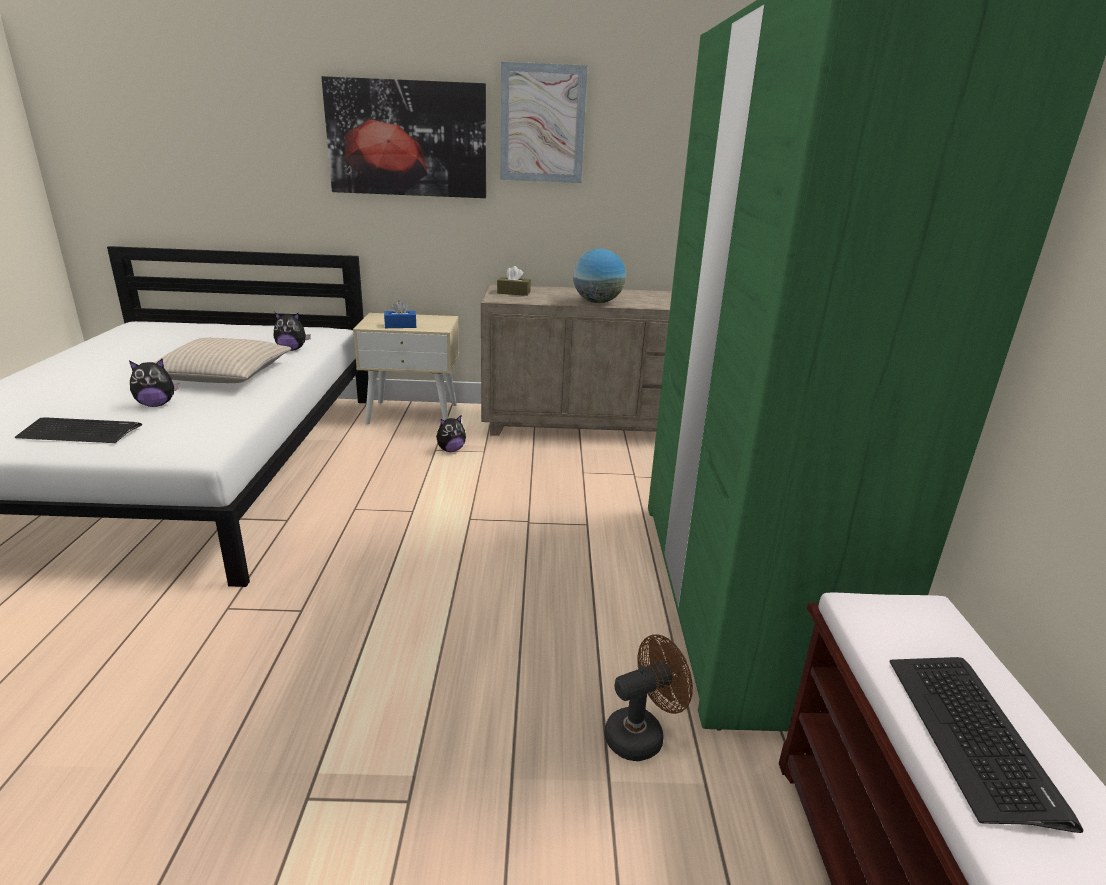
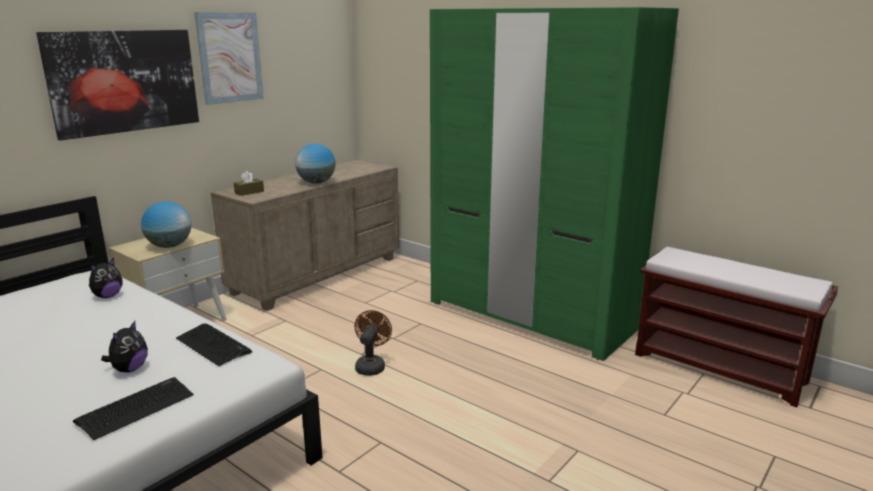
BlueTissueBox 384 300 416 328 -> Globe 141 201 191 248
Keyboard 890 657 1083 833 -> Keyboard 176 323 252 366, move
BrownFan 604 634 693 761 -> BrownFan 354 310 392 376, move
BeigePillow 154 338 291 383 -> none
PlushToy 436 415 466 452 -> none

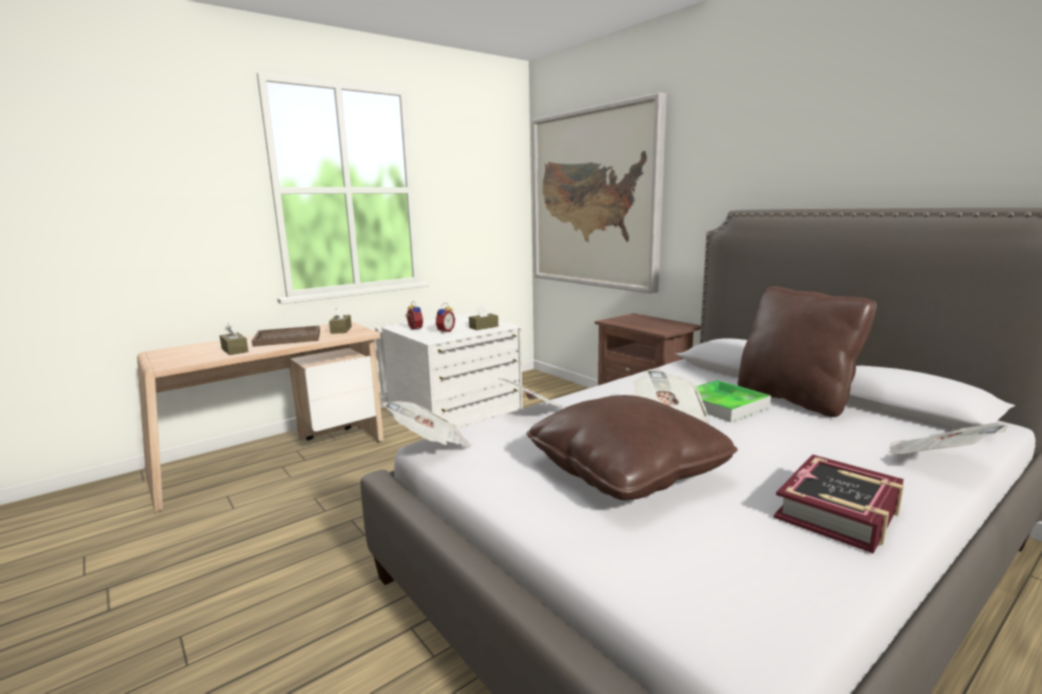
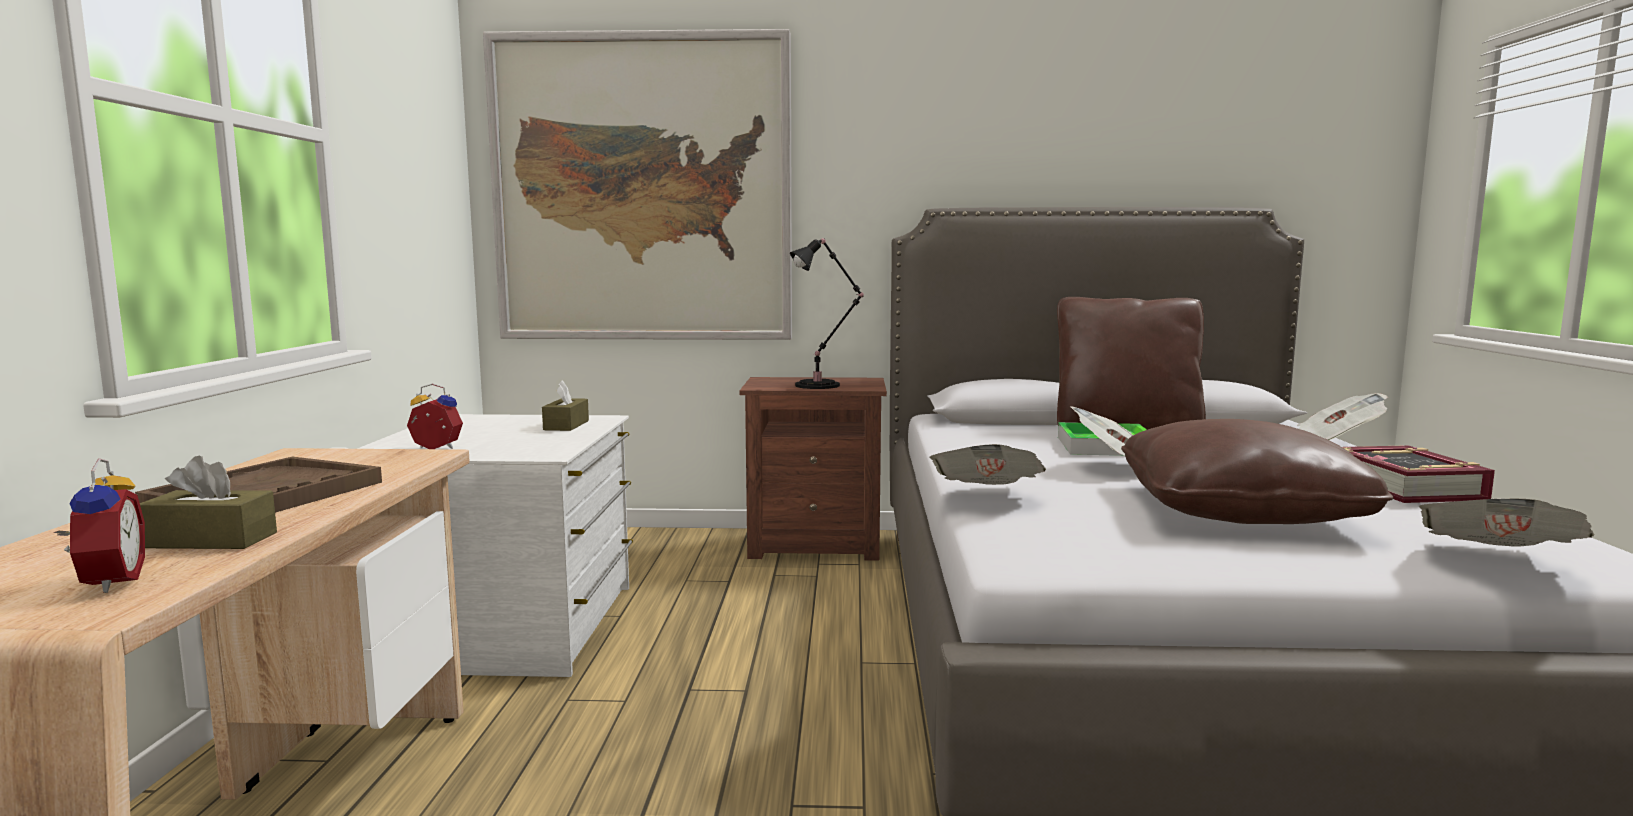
AlarmClock 436 303 455 333 -> AlarmClock 54 459 145 593, move
none -> BlackTableLamp 790 238 864 389
Newspaper 383 401 472 446 -> Newspaper 1419 499 1595 546, move
BrownTissueBox 329 306 352 334 -> none

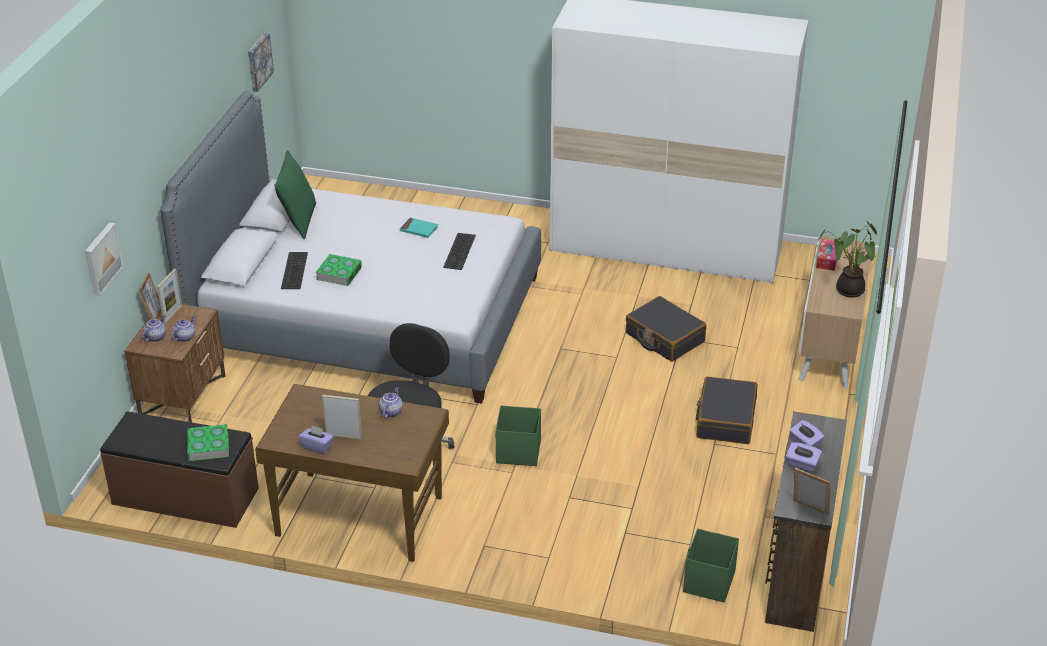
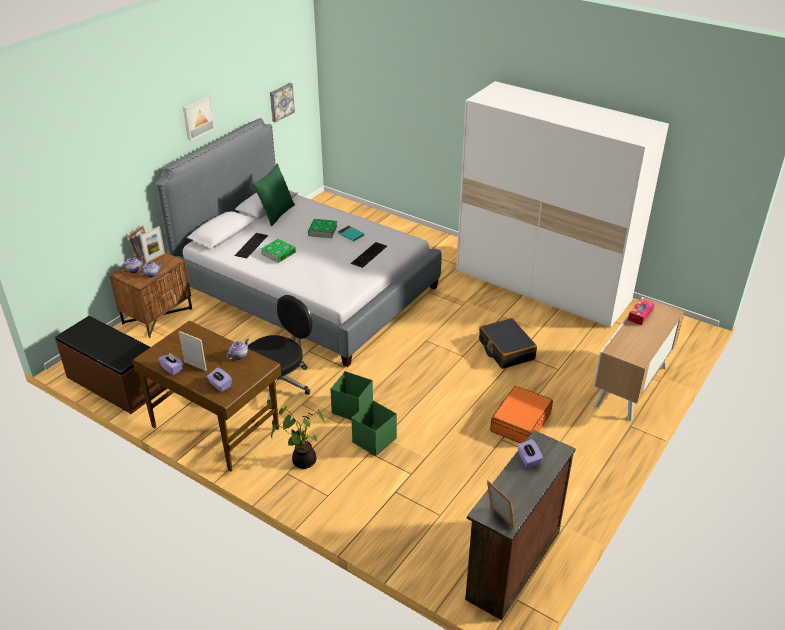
Picture 85 222 123 296 -> Picture 183 96 215 141, move
PurpleTissueBox 786 442 822 472 -> PurpleTissueBox 207 368 232 392, move
PottedPlant 818 221 877 298 -> PottedPlant 271 406 325 469, move
Book 187 424 229 461 -> Book 308 219 337 238, move
GreenStorageBox 683 529 739 602 -> GreenStorageBox 351 400 397 456, move
BlackSuitcase 696 377 757 444 -> OrangeSuitcase 490 386 553 443

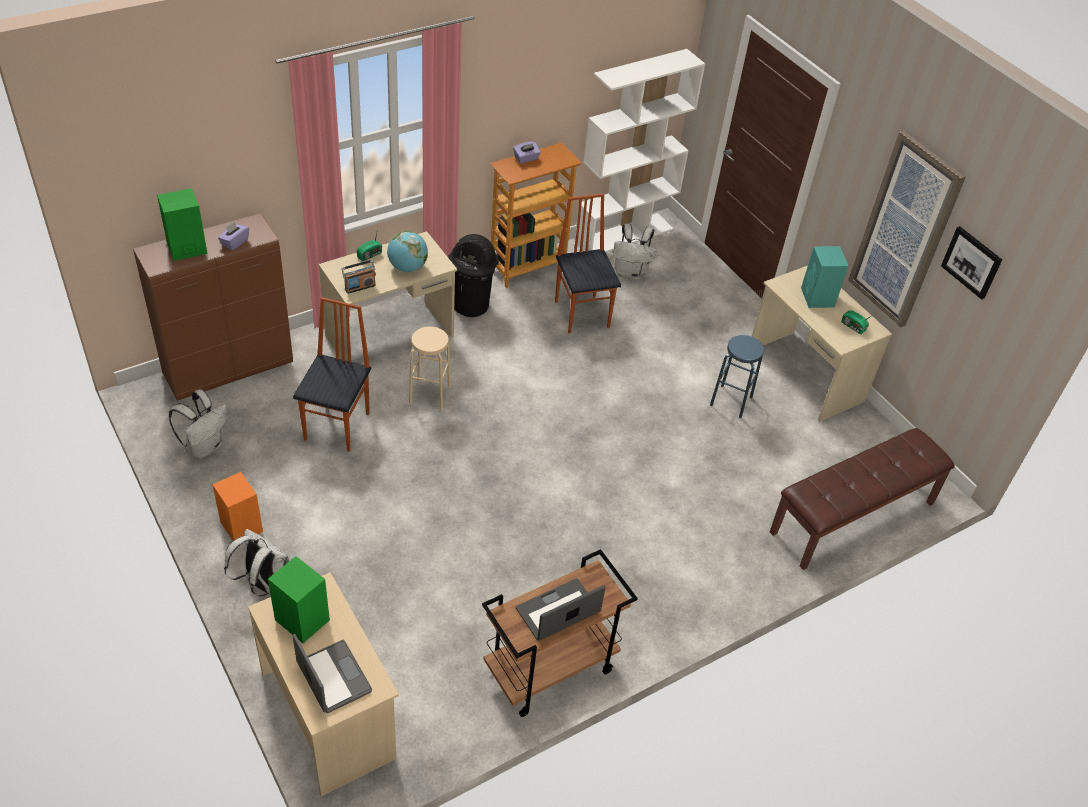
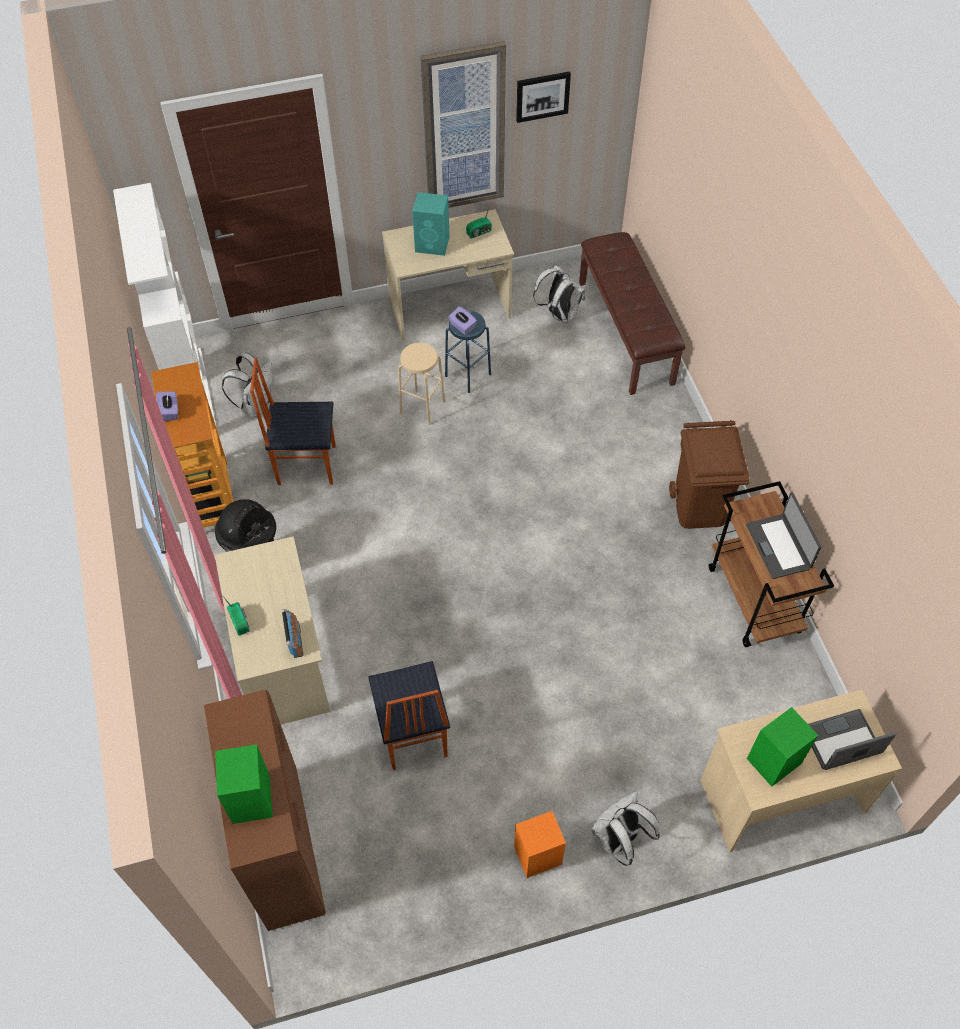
Chair 293 297 371 452 -> Chair 368 661 450 770, 135 degrees counterclockwise
BeigeStool 409 326 451 410 -> BeigeStool 398 343 445 425, move
PurpleTissueBox 218 222 249 251 -> PurpleTissueBox 448 306 477 335, move
WhiteBackpack 169 389 227 459 -> WhiteBackpack 533 265 585 323, move
none -> BrownTrashCan 669 420 750 529
Globe 387 231 428 272 -> none

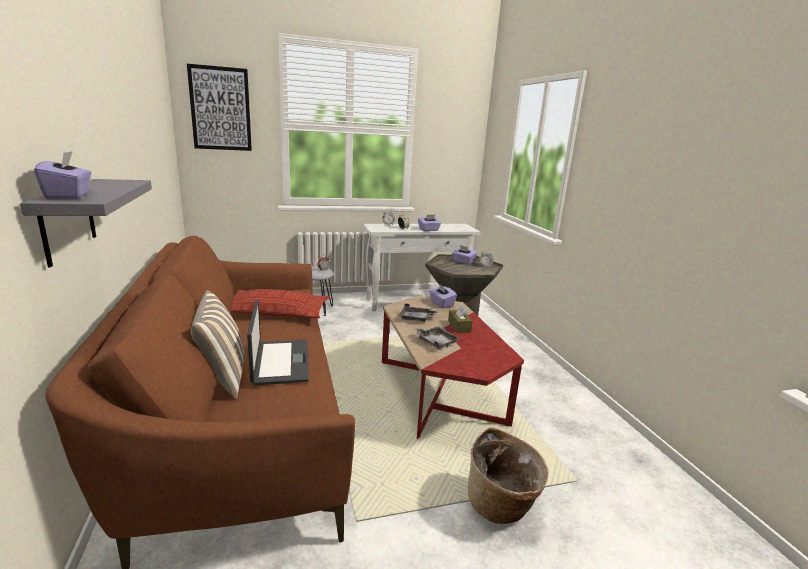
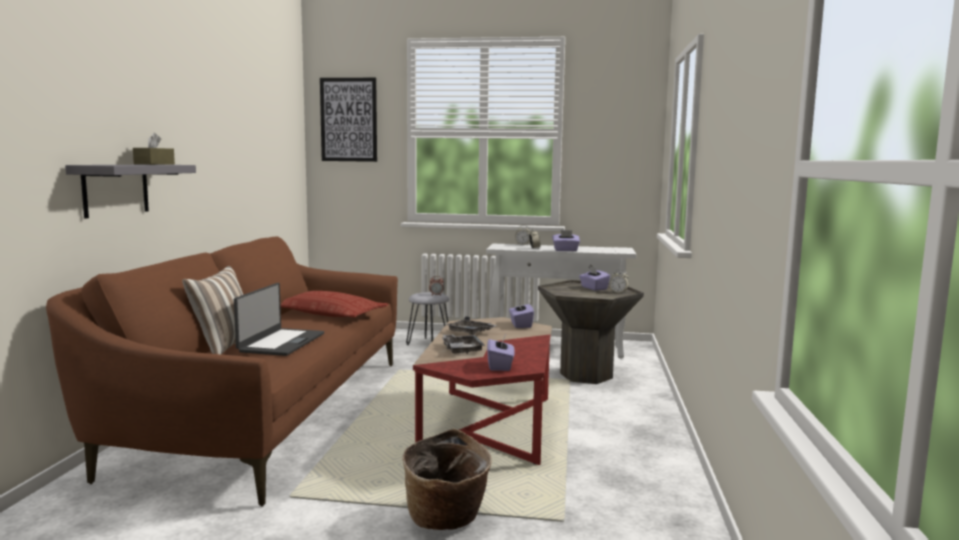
BrownTissueBox 448 304 472 333 -> BrownTissueBox 133 133 175 165, move
PurpleTissueBox 34 151 91 199 -> PurpleTissueBox 487 336 515 371, move

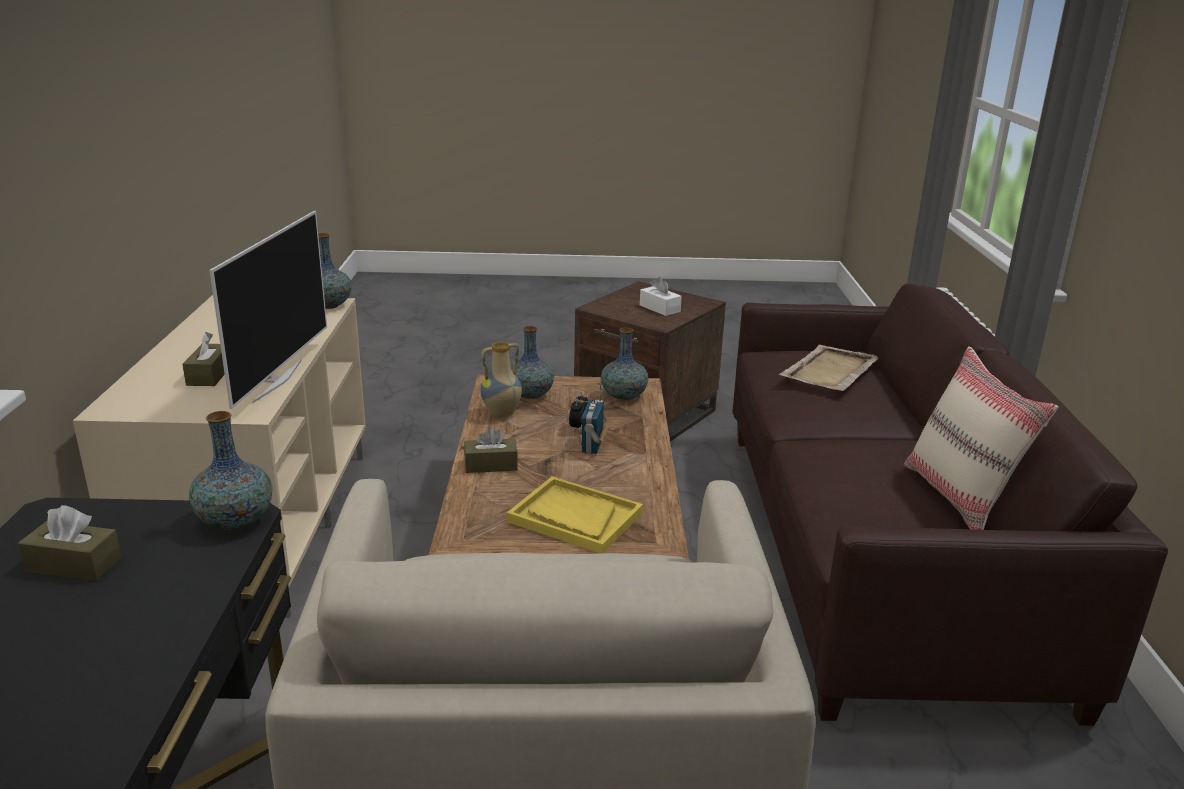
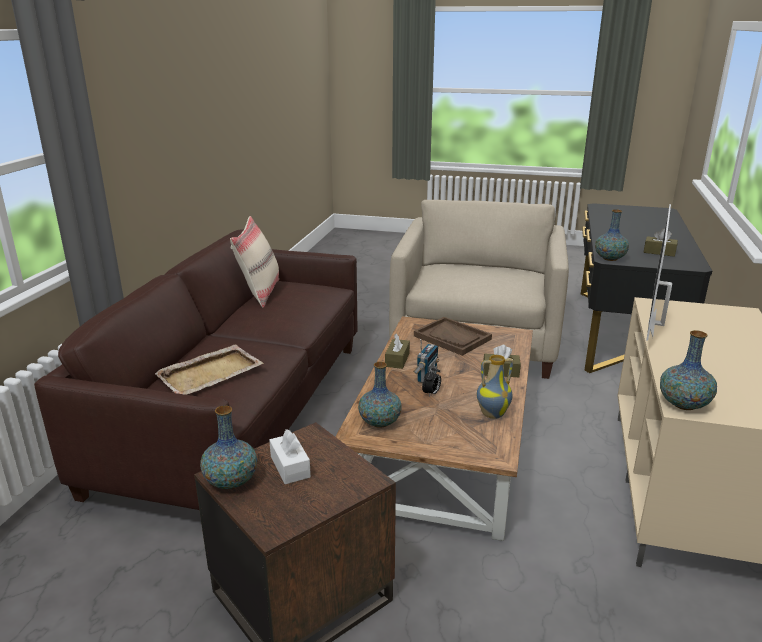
Vase 511 326 554 399 -> Vase 200 405 257 489, move
BrownTissueBox 182 332 225 386 -> BrownTissueBox 385 334 410 369, move
YellowTray 507 476 643 553 -> BrownTray 414 317 492 356

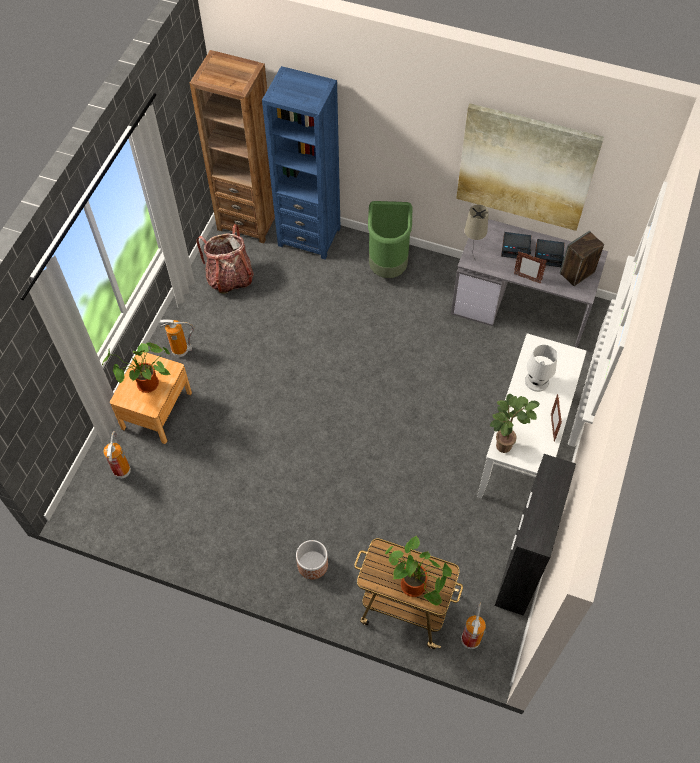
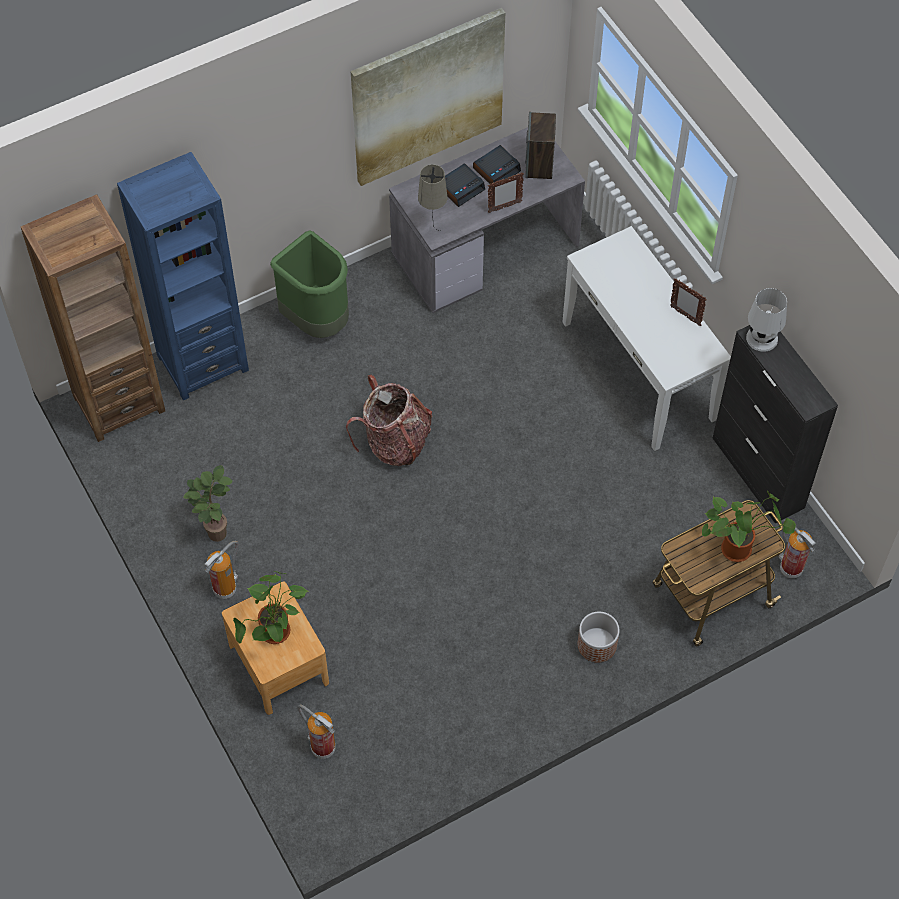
PottedPlant 490 394 540 453 -> PottedPlant 183 465 233 542, move
Backpack 196 224 254 294 -> Backpack 346 375 433 466, move
WhiteTableLamp 525 345 557 392 -> WhiteTableLamp 746 288 787 352, move

